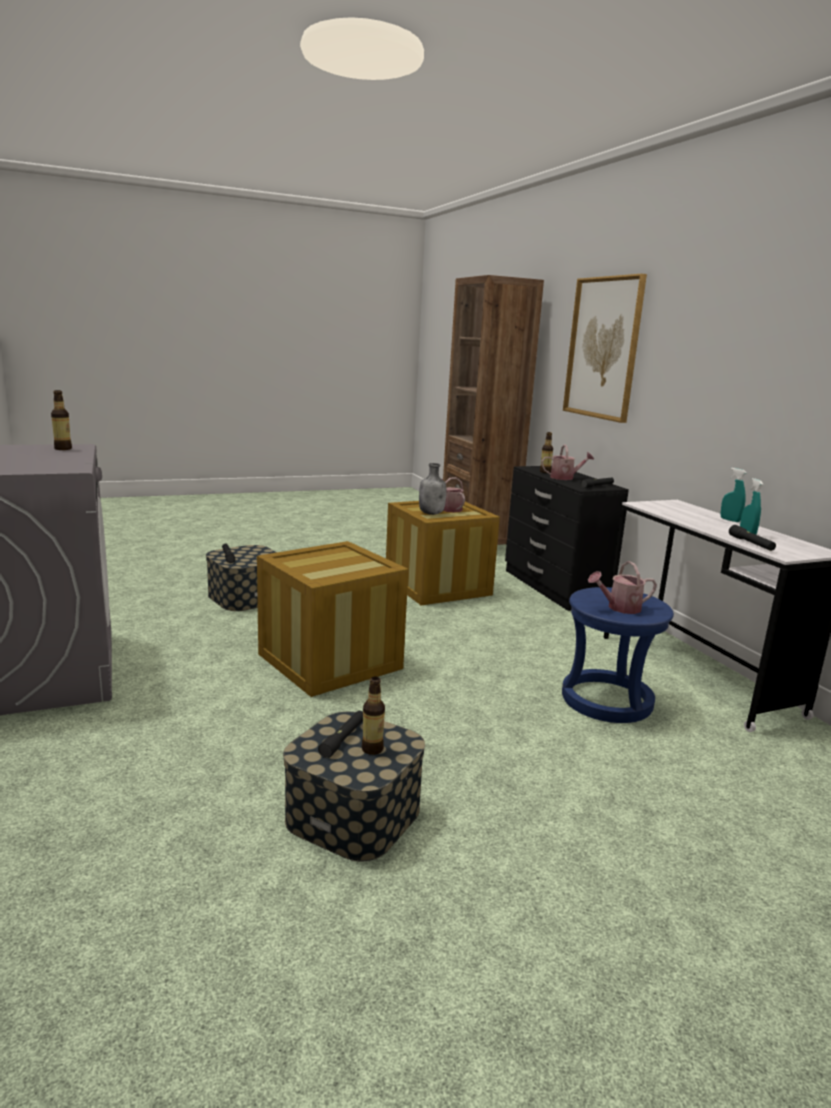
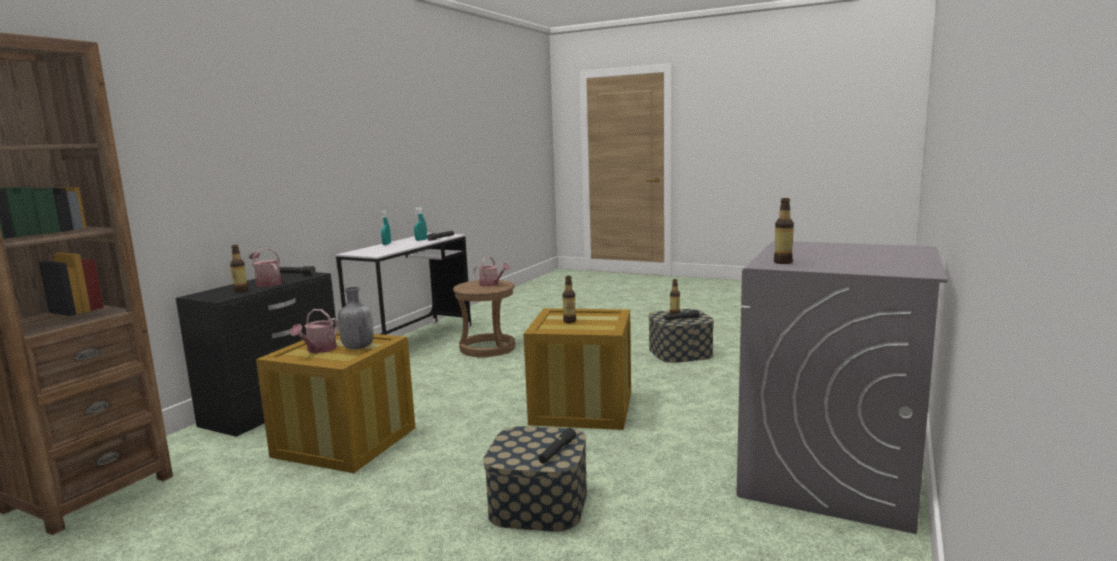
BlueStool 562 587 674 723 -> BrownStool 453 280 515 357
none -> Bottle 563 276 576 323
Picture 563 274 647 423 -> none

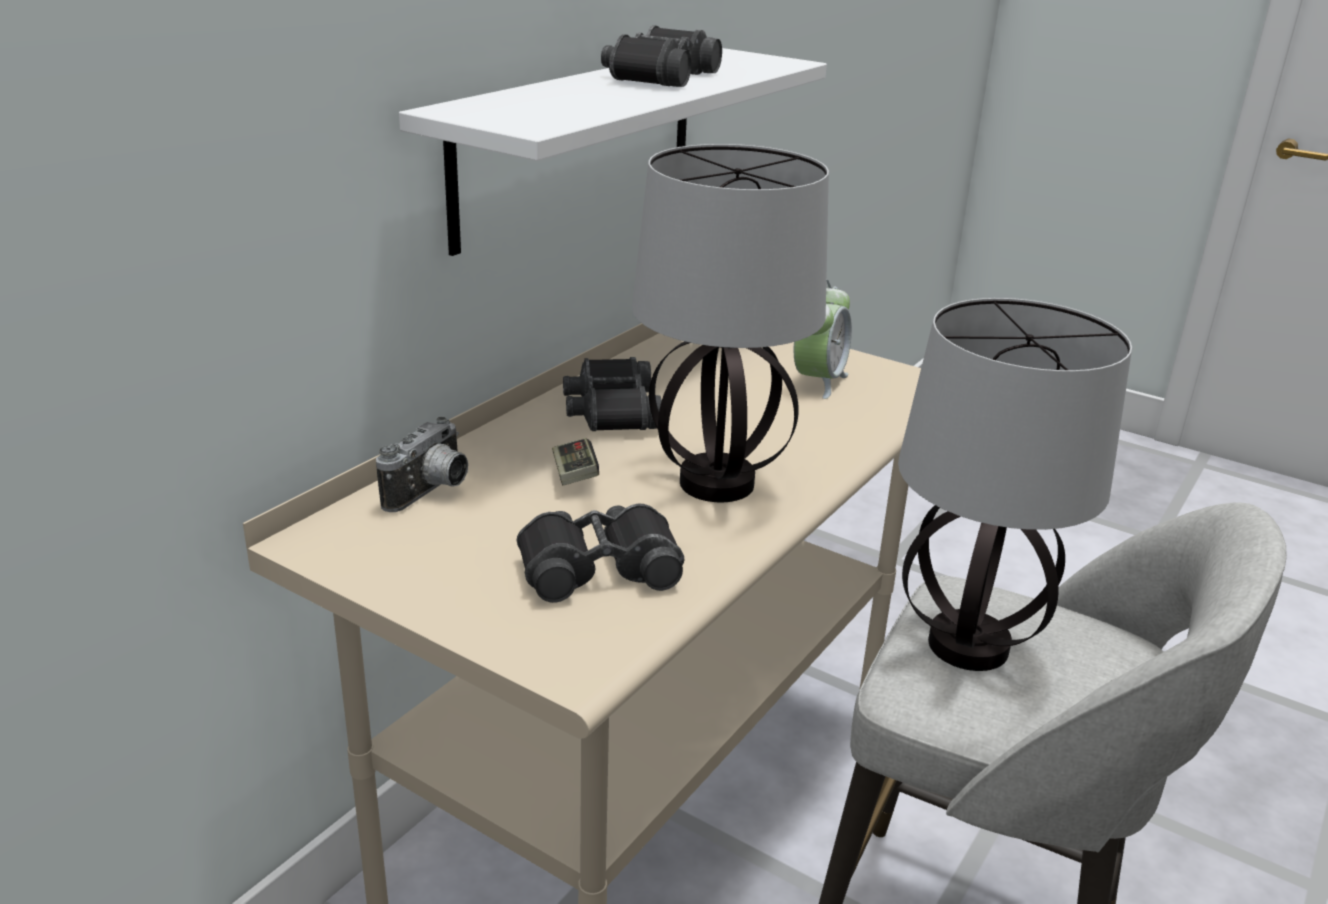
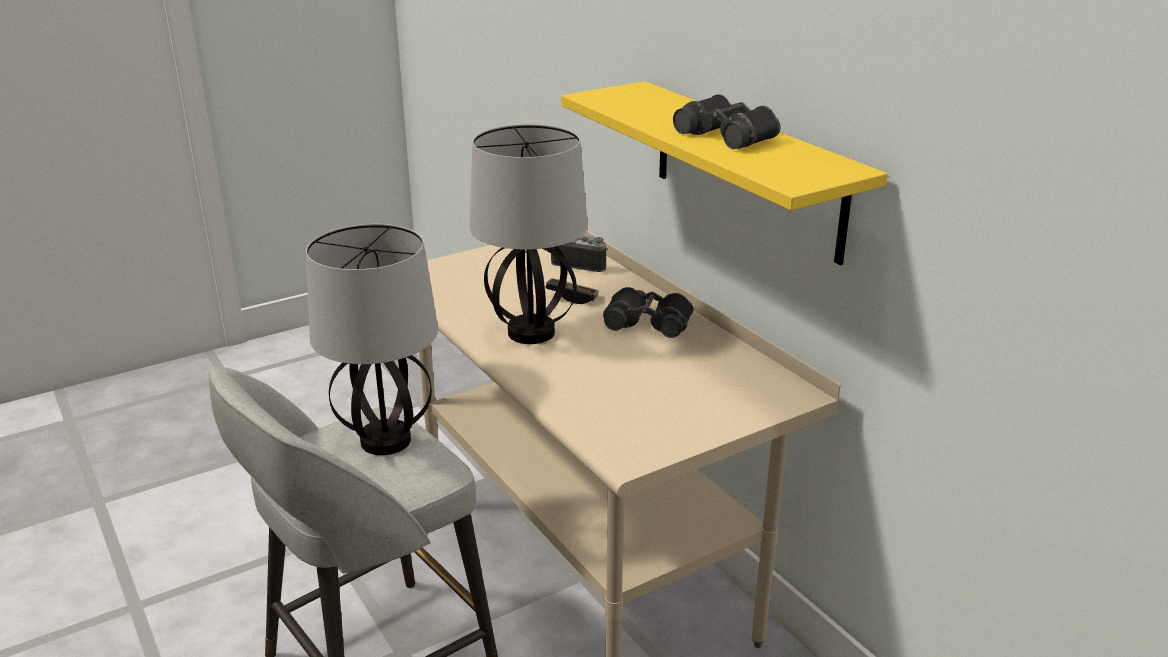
PhotoCamera 376 417 468 512 -> PhotoCamera 551 235 608 272, 150 degrees clockwise
WhiteShelf 399 48 827 256 -> YellowShelf 561 81 887 265
BlackBinoculars 517 504 685 603 -> none
AlarmClock 794 280 852 399 -> none

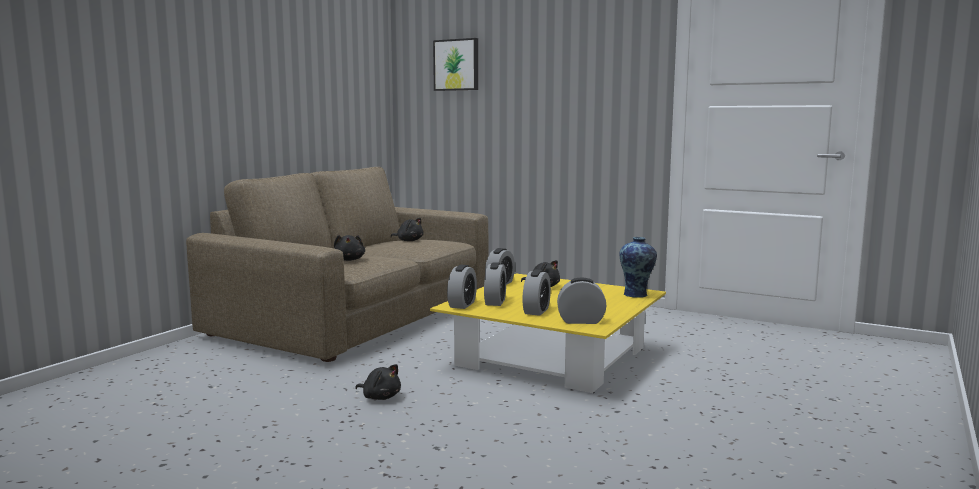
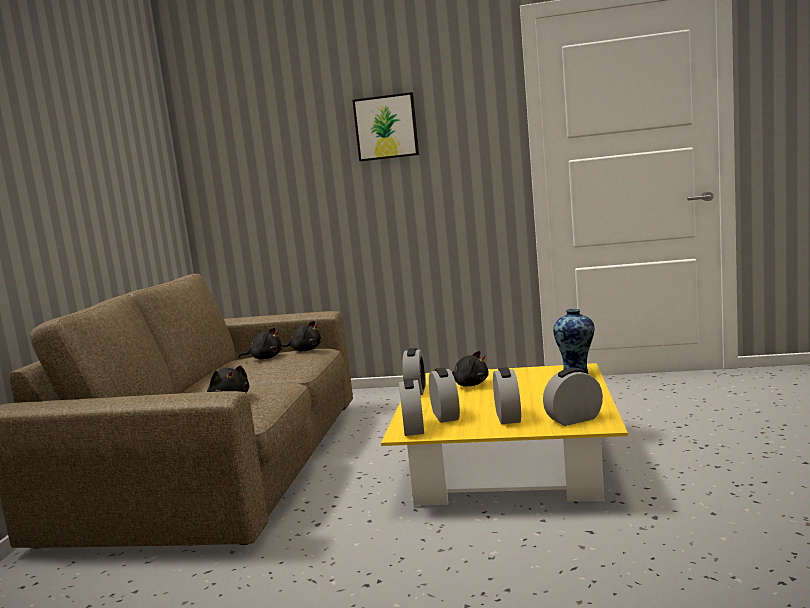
BlackPlushToy 355 364 401 400 -> BlackPlushToy 282 321 321 352, move
Picture 433 38 478 91 -> Picture 352 92 419 161, move

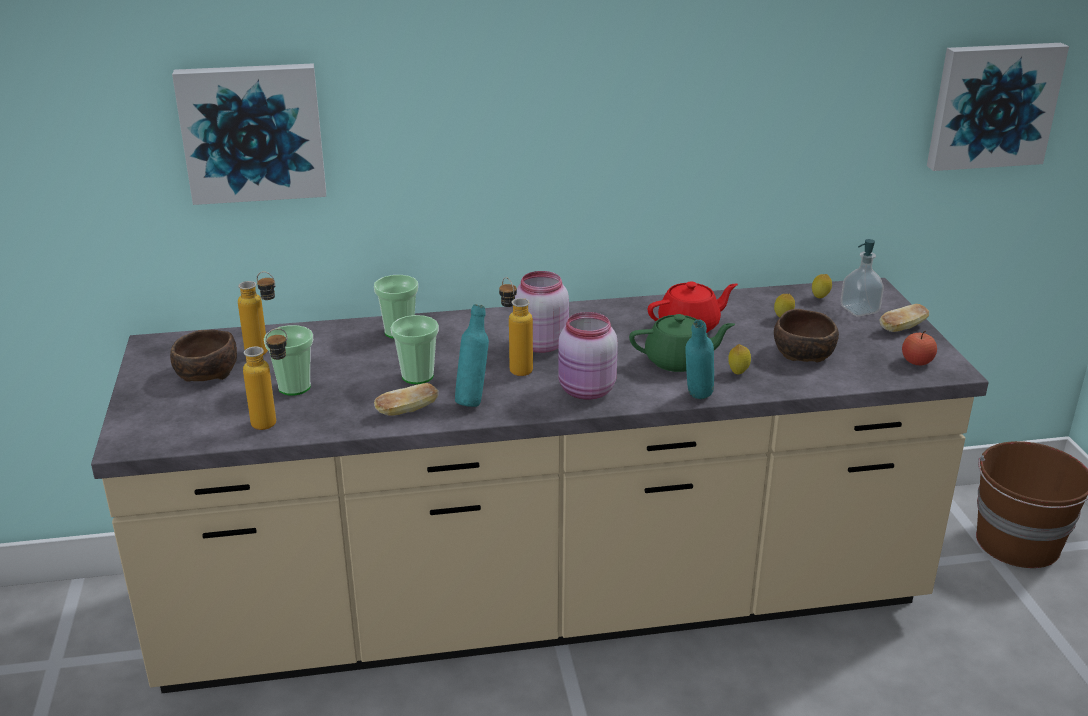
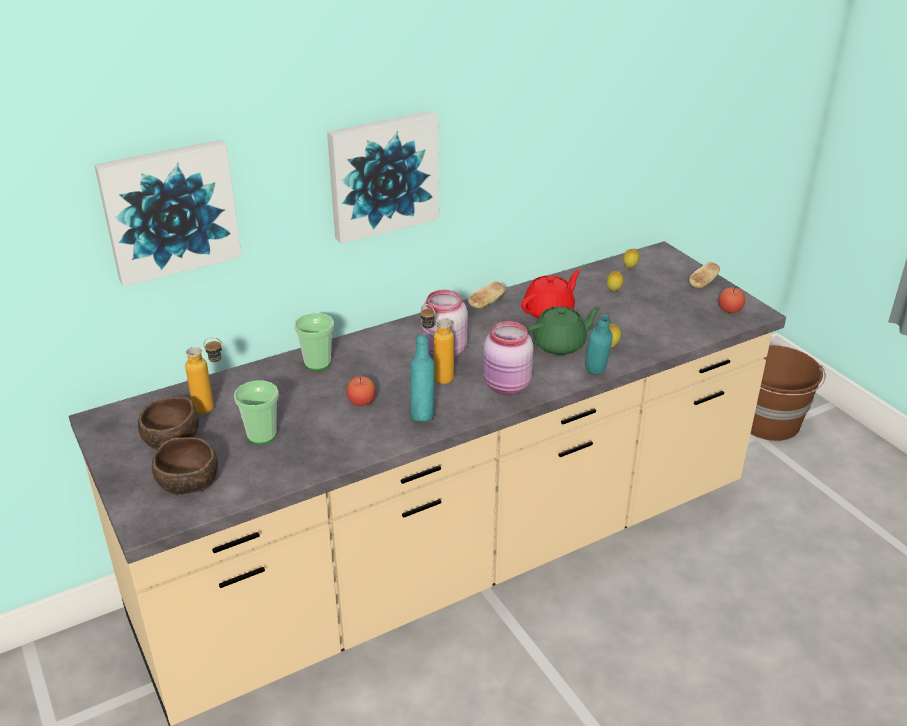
BrownBowl 774 309 839 362 -> BrownBowl 152 437 218 495, move
Picture 927 43 1069 171 -> Picture 327 111 439 244, move
Cup 391 315 439 384 -> Apple 346 376 376 406
Bread 374 383 438 416 -> Bread 468 281 505 309, move
Bottle 243 328 287 430 -> none
SoapDispenser 841 239 884 317 -> none

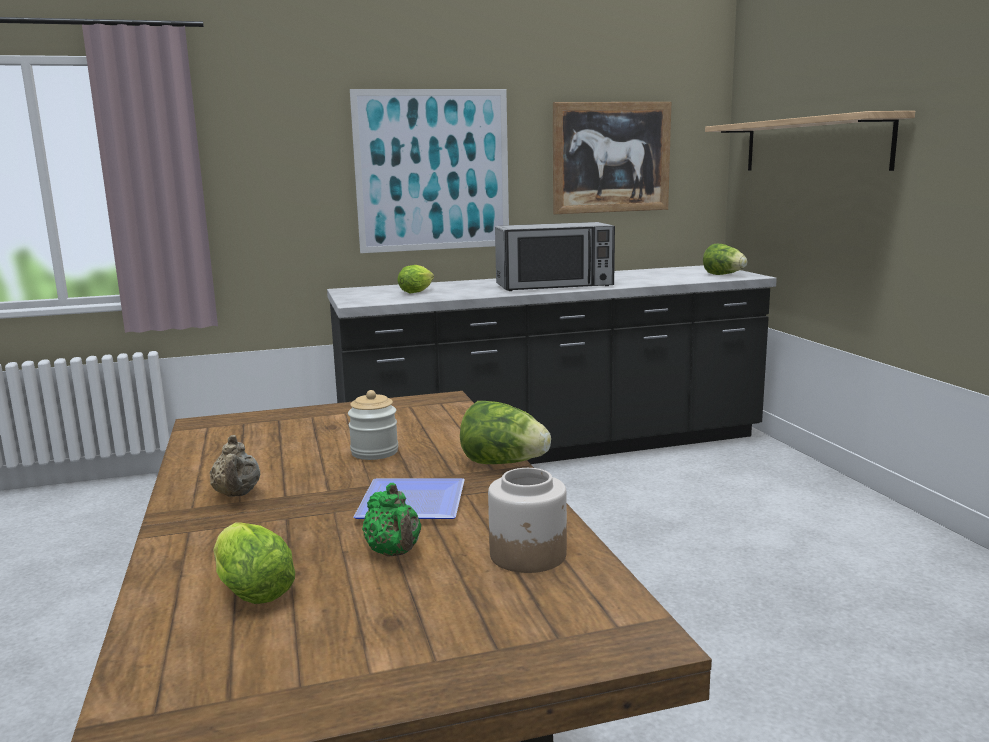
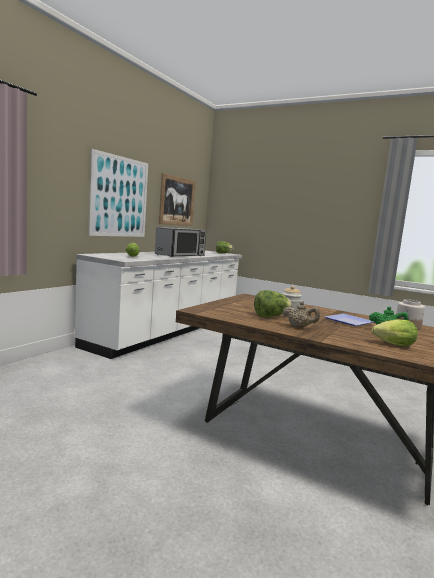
BlackCounter 327 265 777 464 -> WhiteCounter 75 250 242 359
Lettuce 460 401 551 464 -> Lettuce 254 290 292 317, move
Shelf 705 111 915 171 -> none

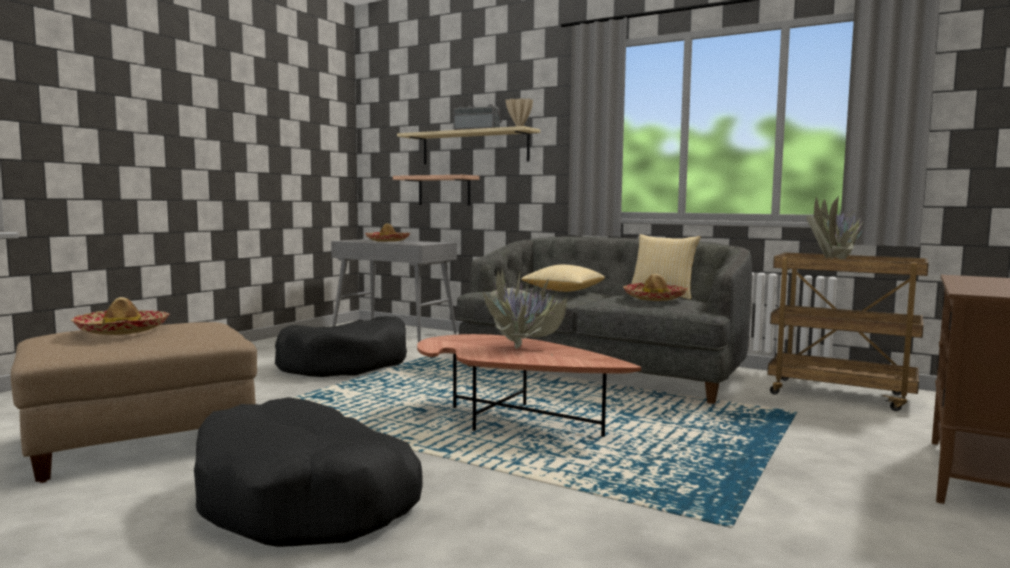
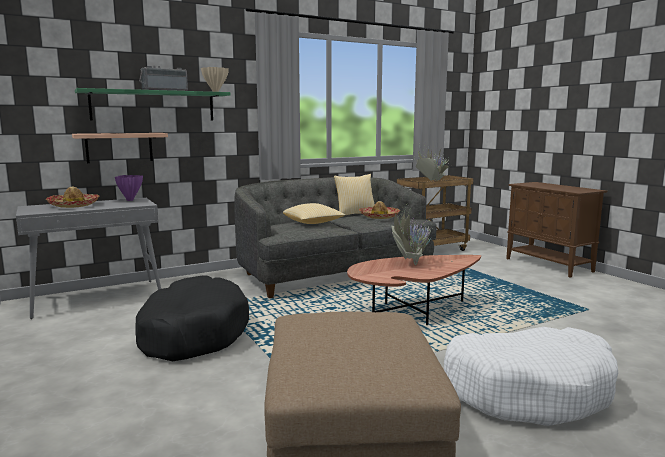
BeigeShelf 397 126 540 164 -> GreenShelf 75 88 231 121
none -> PurpleVase 115 175 143 201
BlackDogBed 194 397 423 547 -> WhiteDogBed 444 327 618 426
Hat 71 297 169 335 -> none

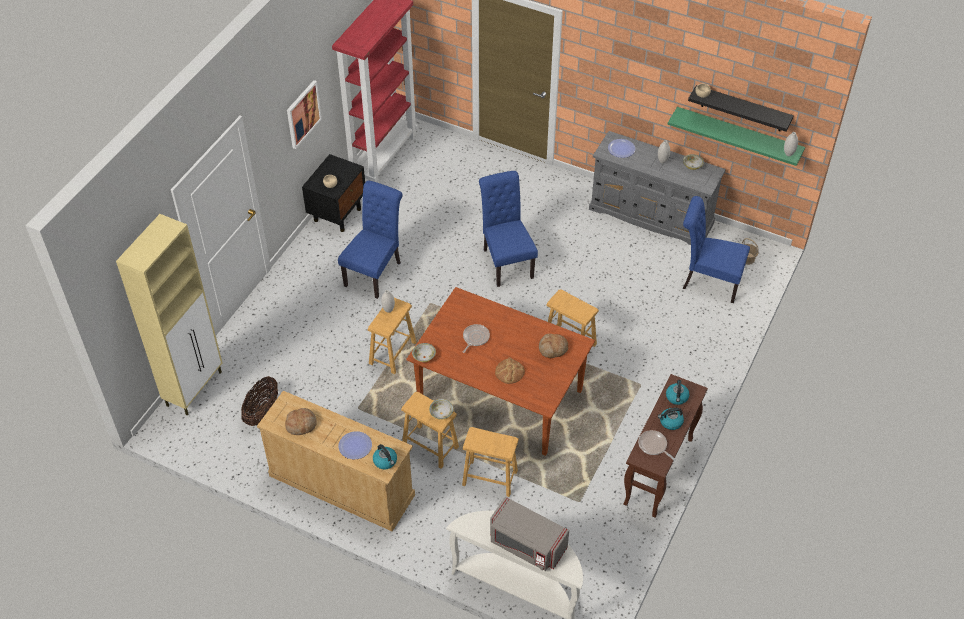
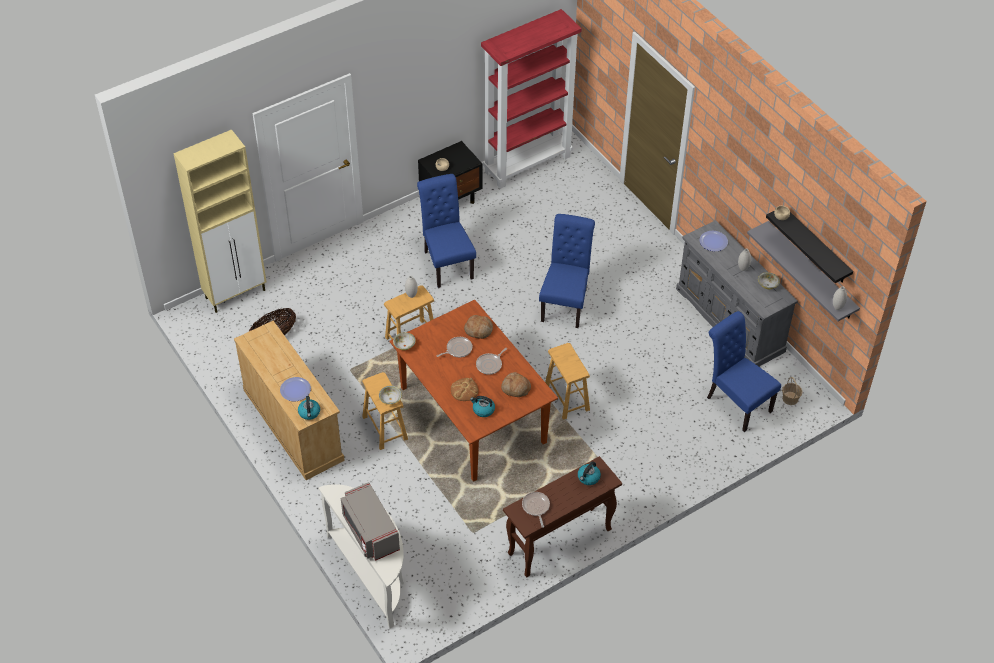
BlueChair 338 181 402 299 -> BlueChair 417 174 476 288, 75 degrees counterclockwise
Bread 285 408 317 435 -> Bread 464 315 493 339, move
Kettle 658 408 684 430 -> Kettle 470 396 495 417, move
none -> FryingPan 476 348 507 375
GreenShelf 668 107 805 166 -> GreyShelf 747 221 860 321
Picture 287 80 322 149 -> none
BrownStool 462 427 519 497 -> none

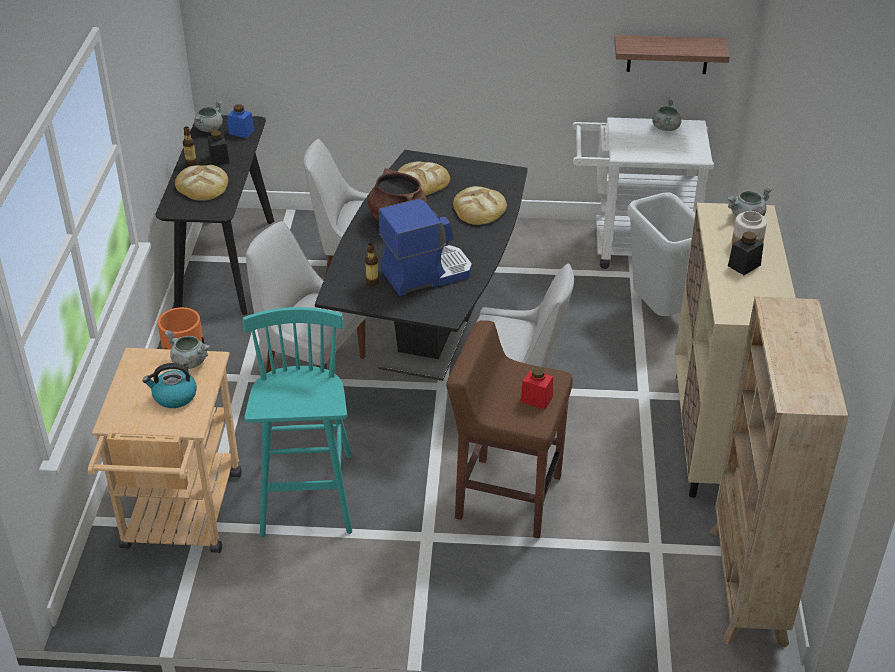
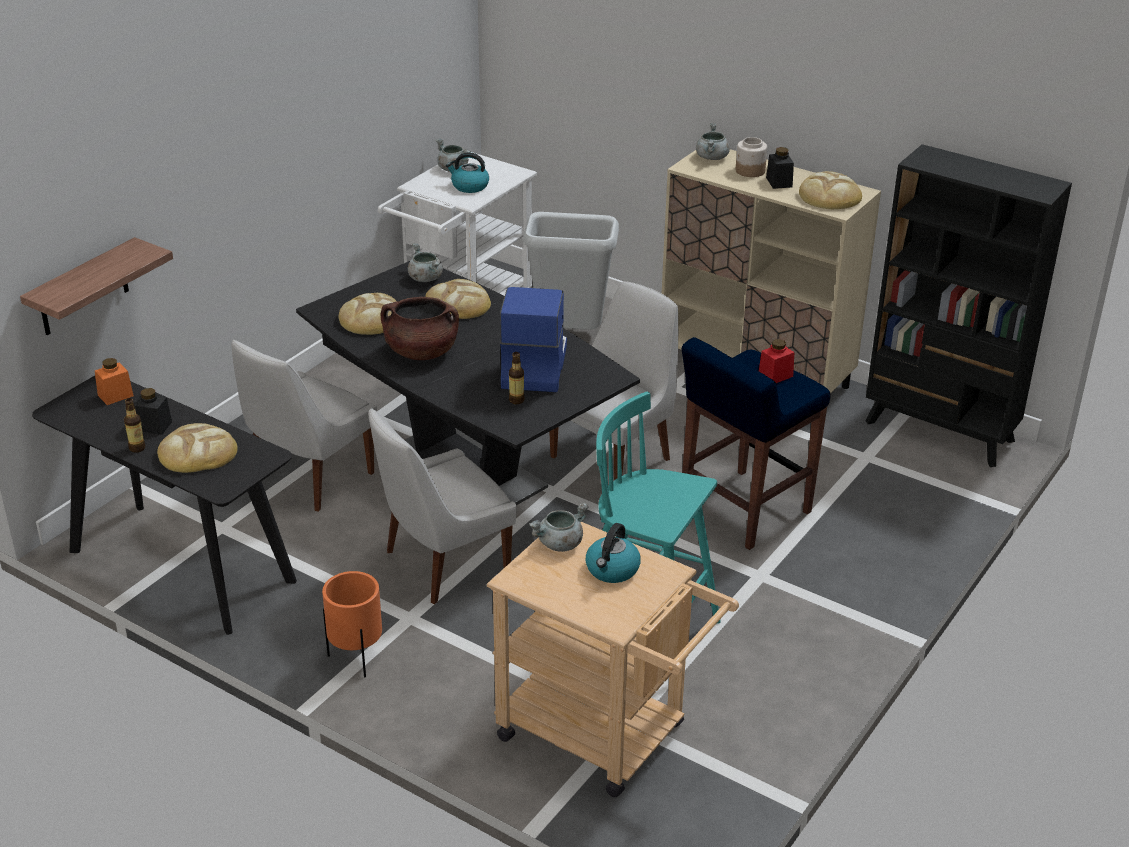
Shelf 614 35 730 74 -> Shelf 20 237 173 335, move
BlueJar 227 105 254 138 -> OrangeJar 95 358 134 405
GreyCookingPot 194 100 223 132 -> GreyCookingPot 408 243 443 282, move
none -> Kettle 446 152 489 193
BrownStool 446 320 573 538 -> BlueStool 682 337 831 550
none -> Bread 799 171 862 209
BeigeBookcase 709 297 849 648 -> BlackBookcase 866 144 1072 467

